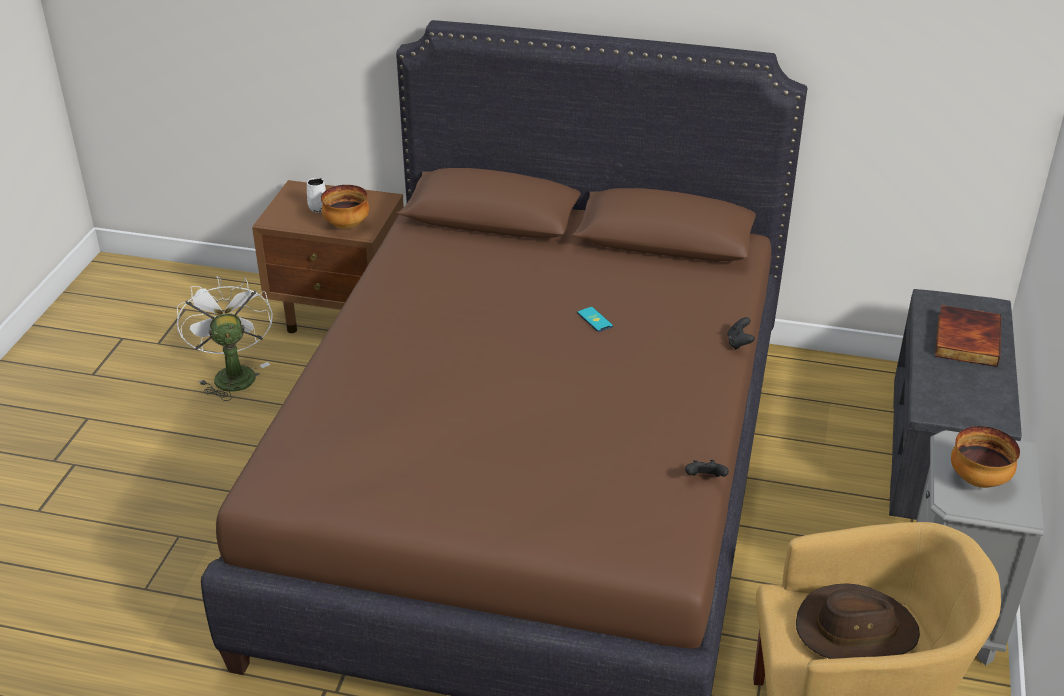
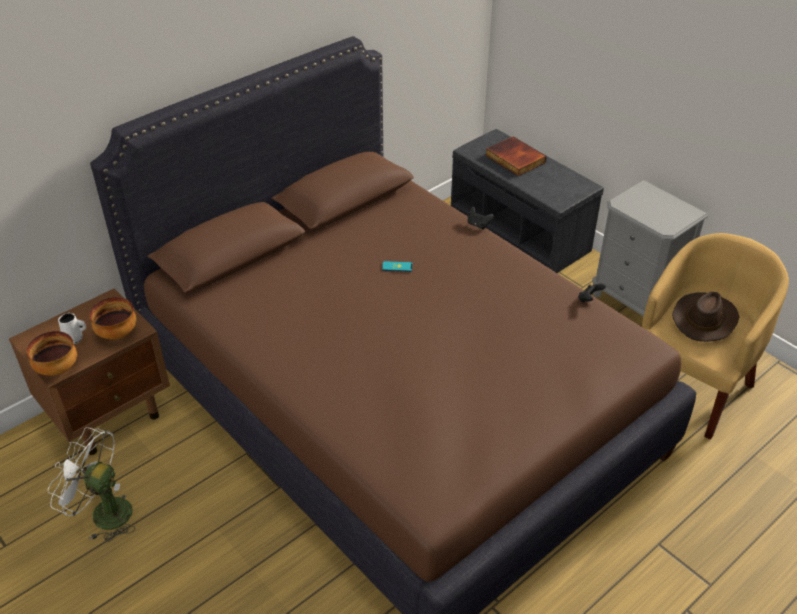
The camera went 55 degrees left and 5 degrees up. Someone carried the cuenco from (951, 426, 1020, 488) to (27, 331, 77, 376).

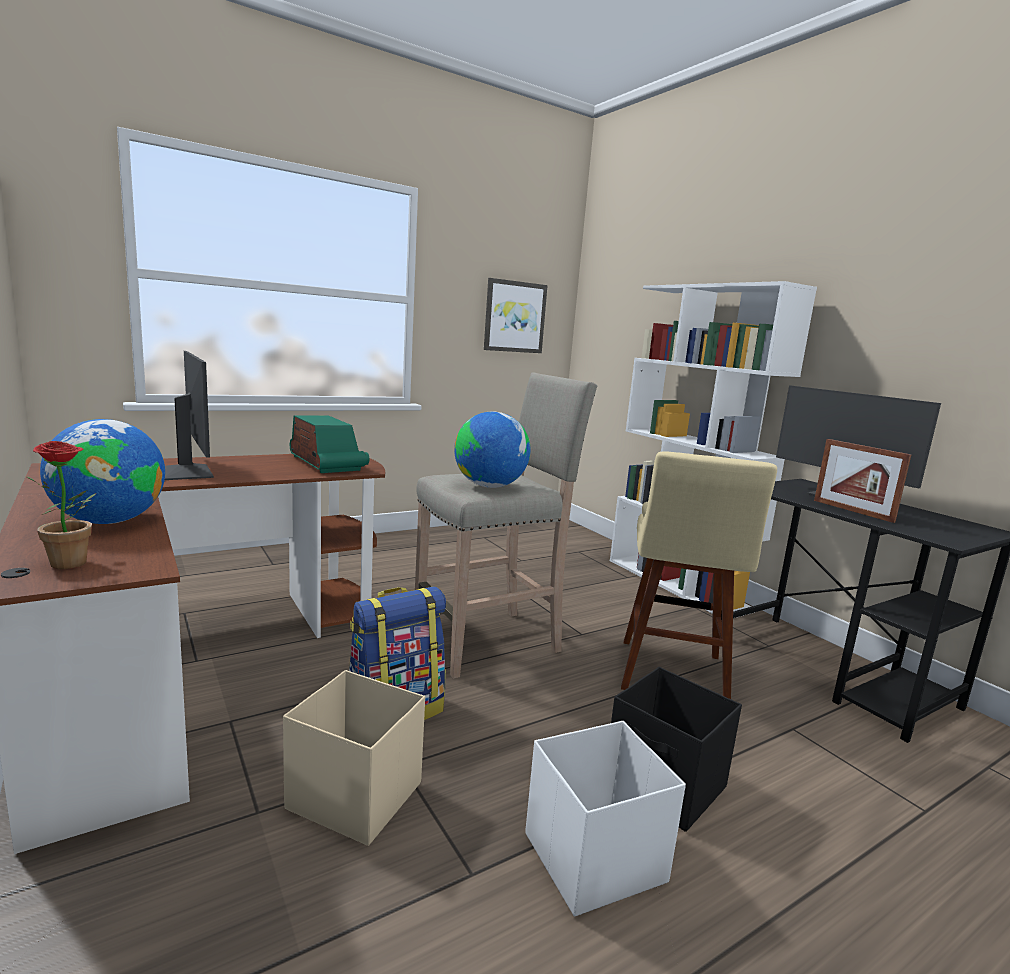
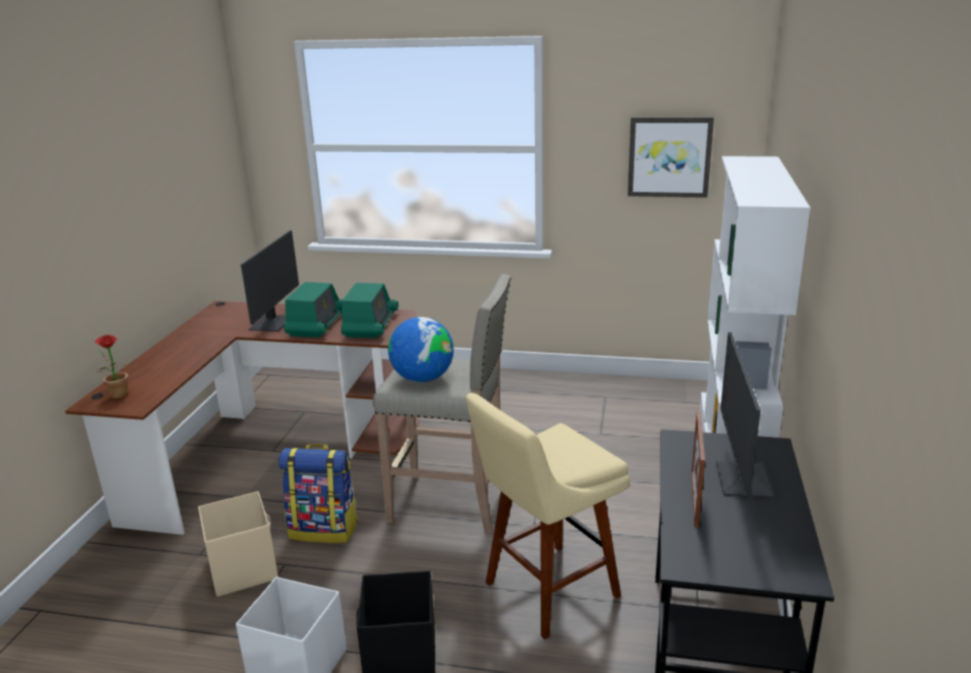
The camera went 45 degrees right and 10 degrees up. Someone took away the globo terráqueo at (40, 419, 165, 524). Someone put down the radio at (284, 282, 342, 338).

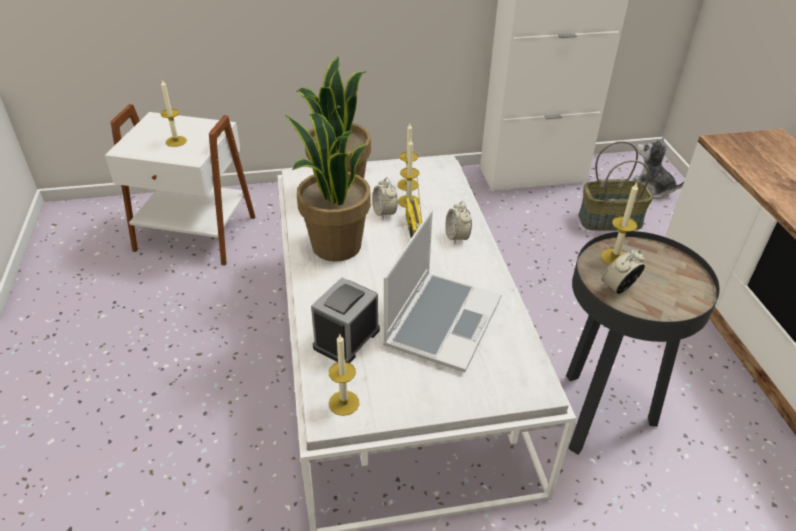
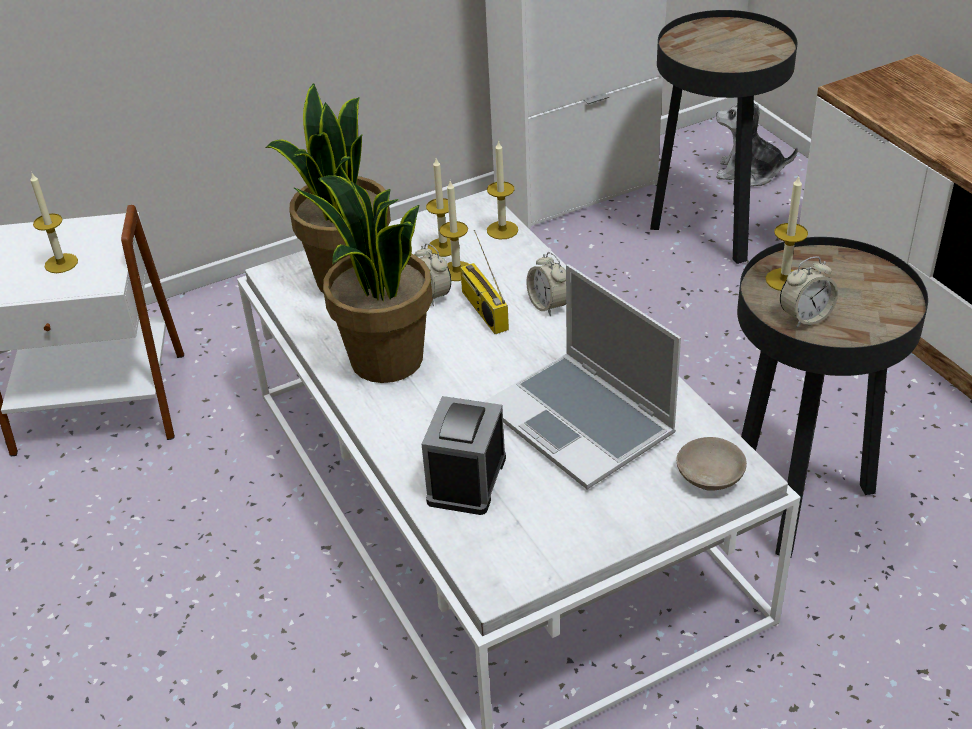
The camera went 15 degrees left and 0 degrees up. Someone carried the vela from (329, 334, 359, 416) to (487, 140, 518, 239). Someone rotated the portátil at (383, 210, 502, 372) by 135 degrees clockwise. Someone swapped the cesta at (579, 141, 653, 231) for the mesa auxiliar/negro at (650, 10, 797, 264). Someone rotated the despertador at (602, 249, 645, 294) by 150 degrees counterclockwise. Someone put down the cuenco/beis at (676, 437, 747, 490).

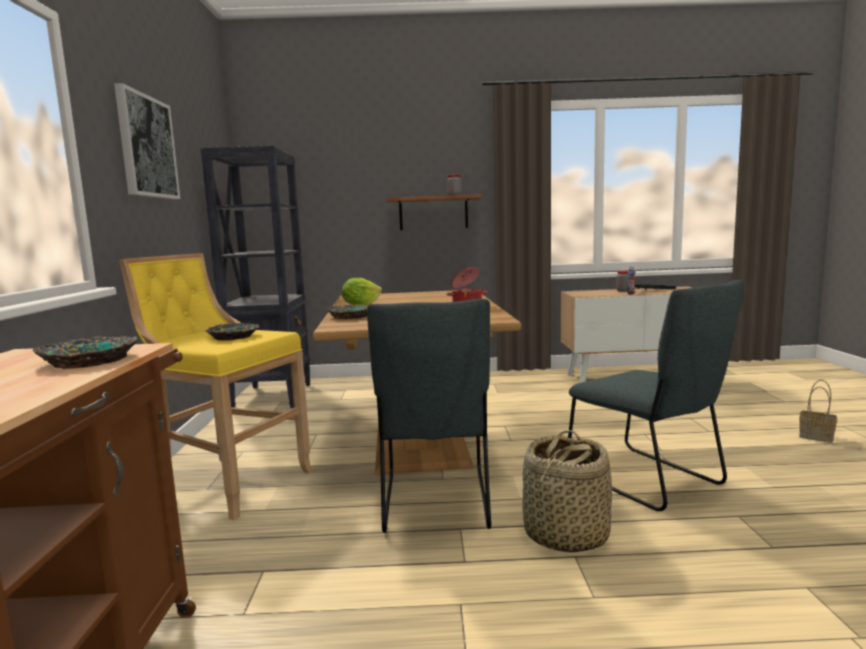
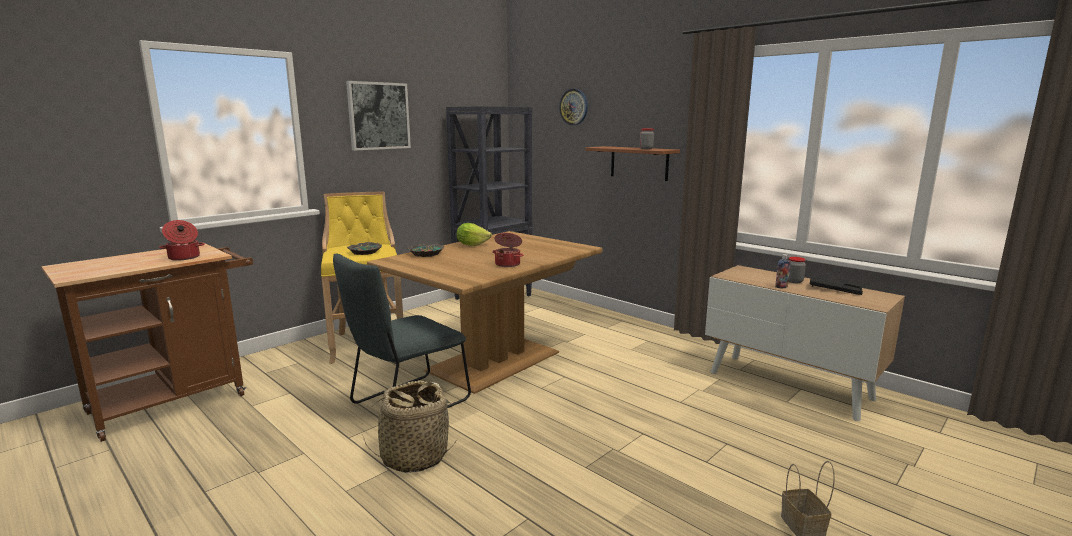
The camera went 45 degrees right and 5 degrees up. Someone swapped the cuenco at (33, 336, 138, 369) for the olla at (159, 220, 205, 261). Someone took away the silla/gris at (568, 280, 744, 511). Someone put up the reloj de pared at (559, 89, 588, 125).

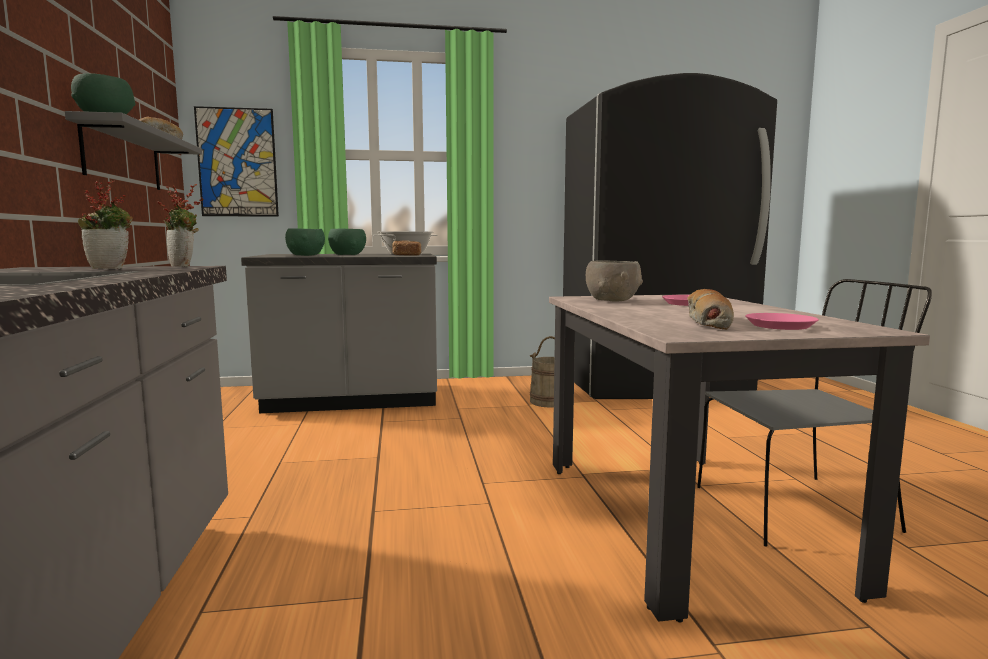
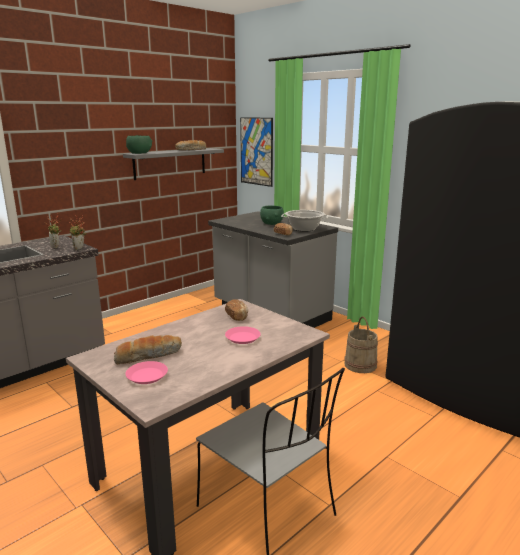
The camera went 55 degrees right and 10 degrees up. Someone took away the cuenco/verde at (285, 228, 325, 256). Someone swapped the cuenco/gris at (586, 260, 643, 301) for the pan at (225, 299, 248, 321).

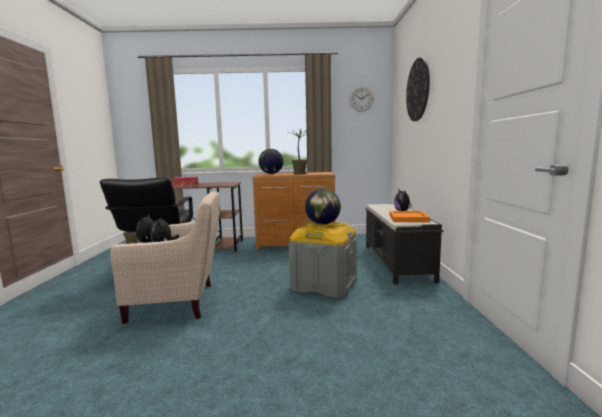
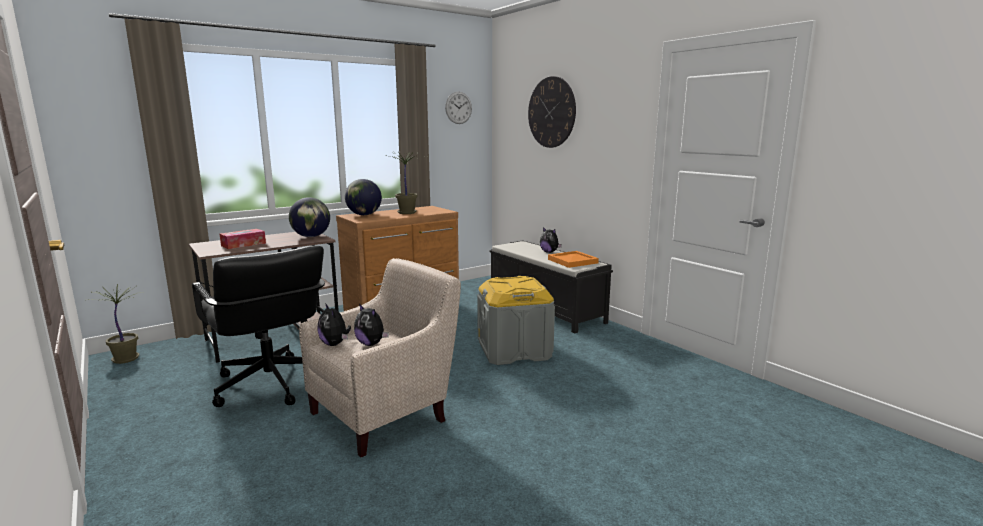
The camera went 35 degrees left and 5 degrees up. Someone carried the globo terráqueo from (305, 189, 341, 225) to (289, 197, 330, 237).

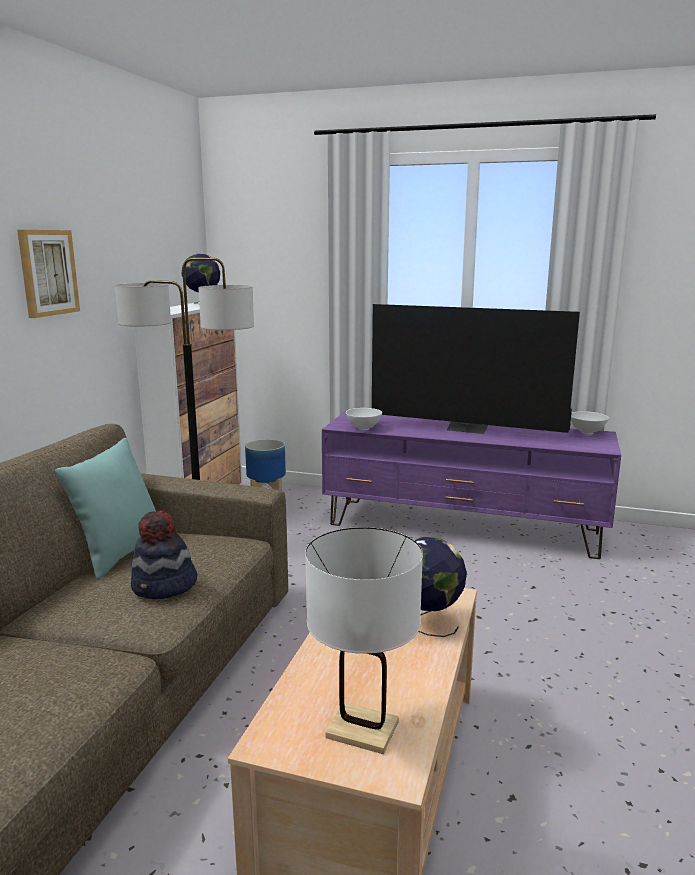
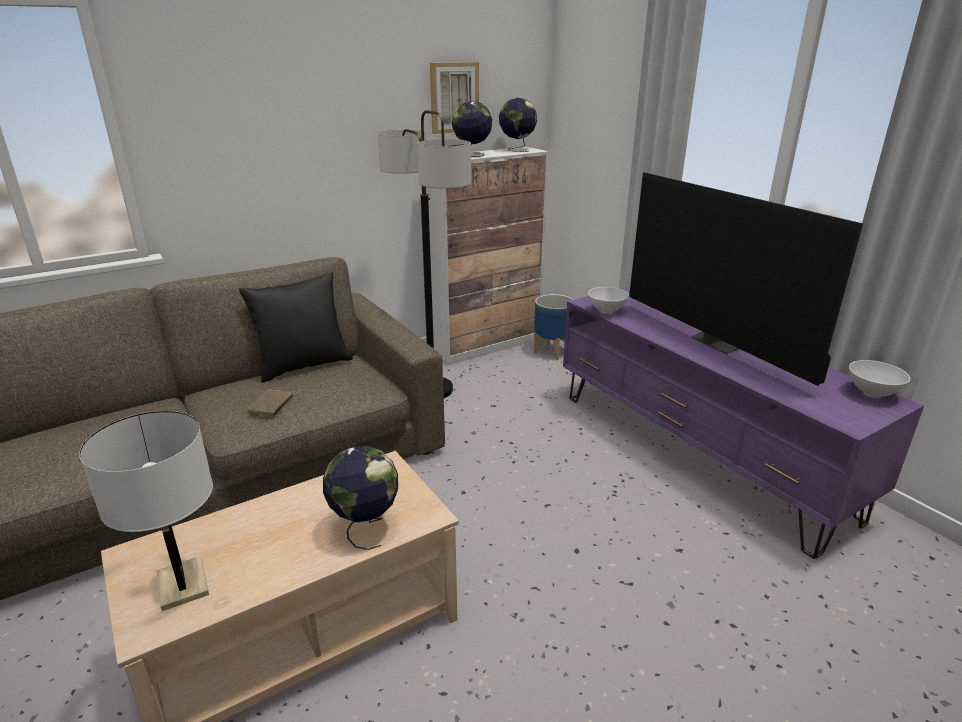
The camera went 40 degrees right and 10 degrees up. Someone carried the cuadro from (17, 230, 80, 318) to (430, 62, 479, 134). Someone repainted the cojín/turquesa at (55, 438, 156, 580), which became the cojín/negro at (239, 272, 353, 383). Someone swapped the sombrero at (131, 510, 197, 599) for the libro/marrón at (247, 389, 301, 417). Someone put down the globo terráqueo at (452, 101, 492, 157).

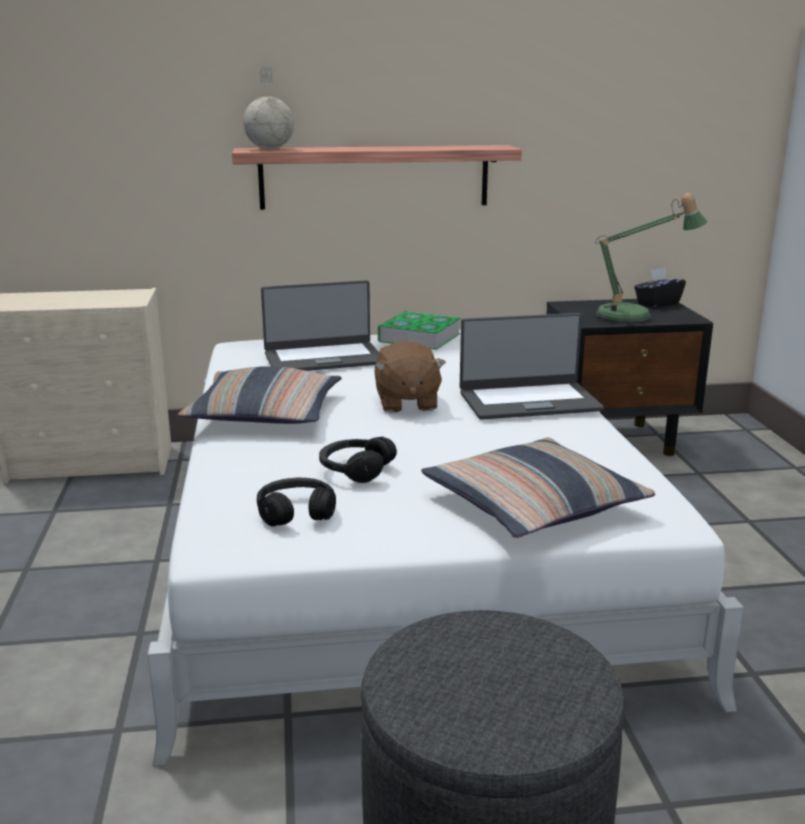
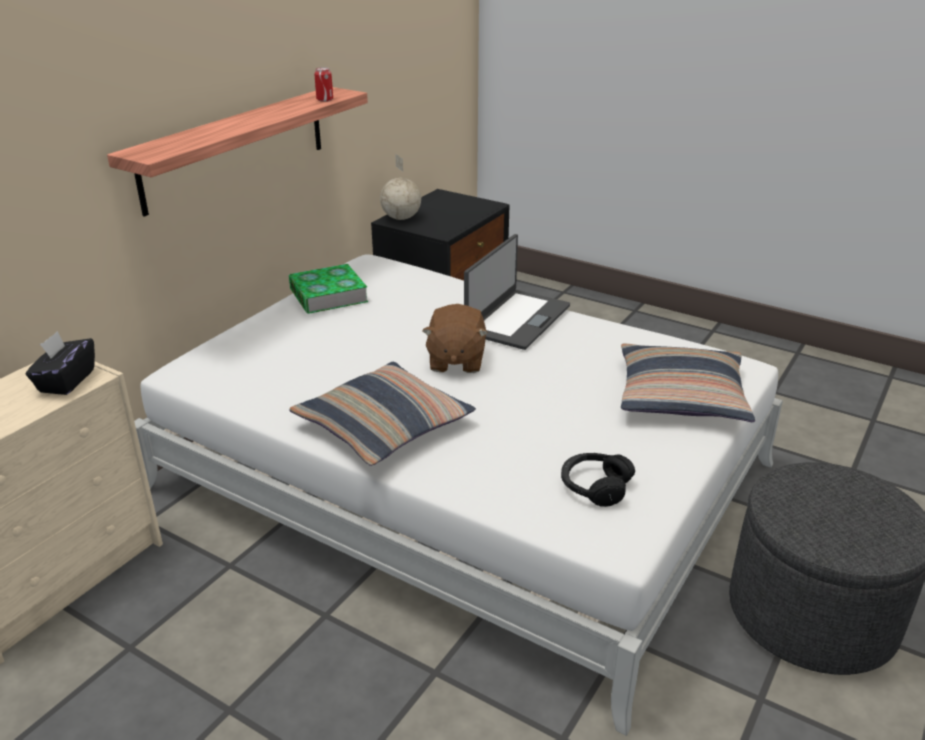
The camera went 50 degrees left and 10 degrees up. Someone carried the globo terráqueo from (243, 66, 294, 149) to (380, 154, 421, 220). Someone took away the portátil at (261, 280, 379, 371). Someone took away the auriculares/negro at (319, 437, 397, 483). Someone rotated the peluche/marrón at (374, 341, 446, 413) by 60 degrees clockwise. Someone took away the lámpara de mesa at (596, 193, 708, 324). Someone carried the caja de pañuelos/negro from (634, 267, 686, 307) to (26, 331, 95, 395). Someone put down the lata at (314, 67, 333, 102).

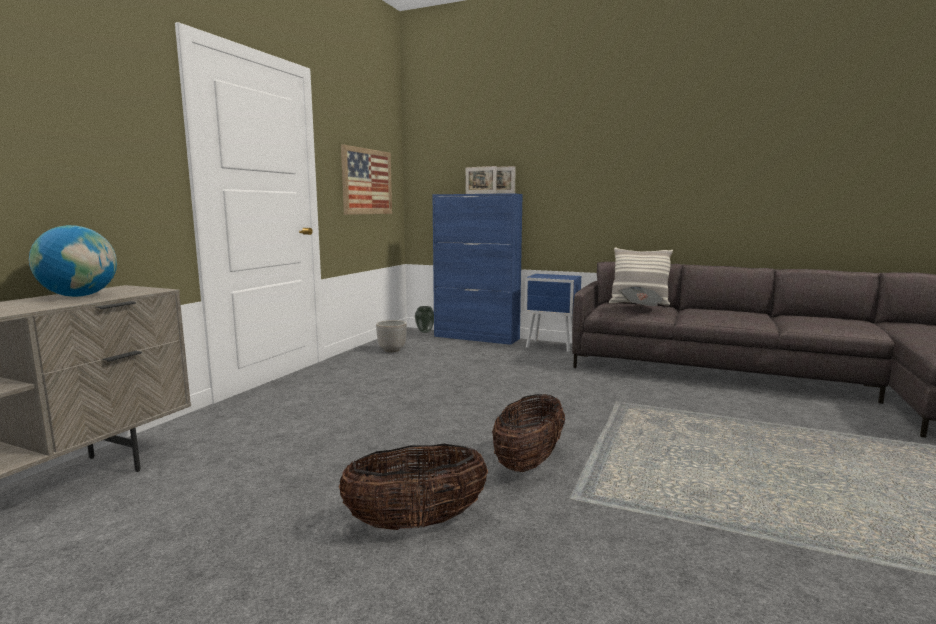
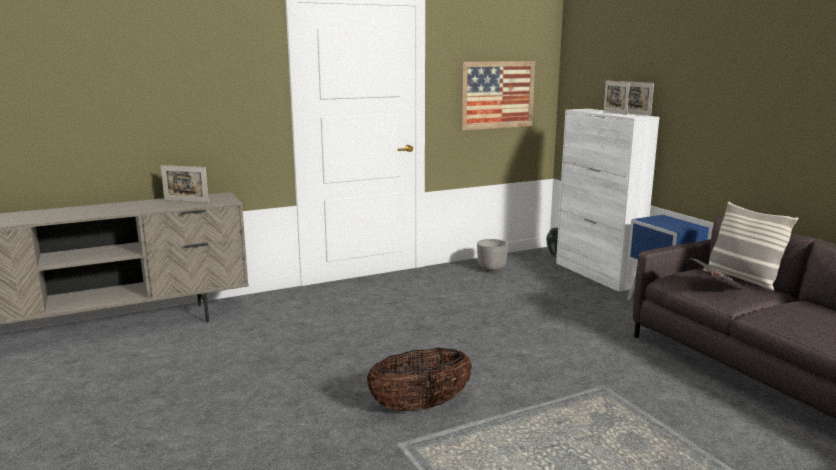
The camera went 40 degrees right and 5 degrees up. Someone swapped the globo terráqueo at (29, 225, 117, 297) for the portarretratos at (160, 165, 209, 202). Someone took away the cesta at (339, 444, 488, 530). Someone repainted the armario/azul at (432, 193, 523, 345), which became the armario/blanco at (556, 109, 659, 292).

